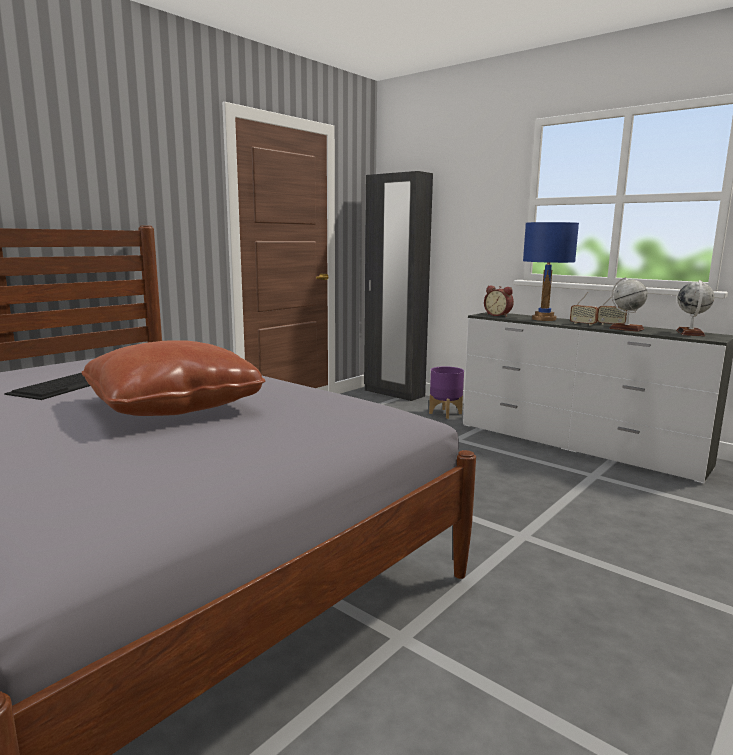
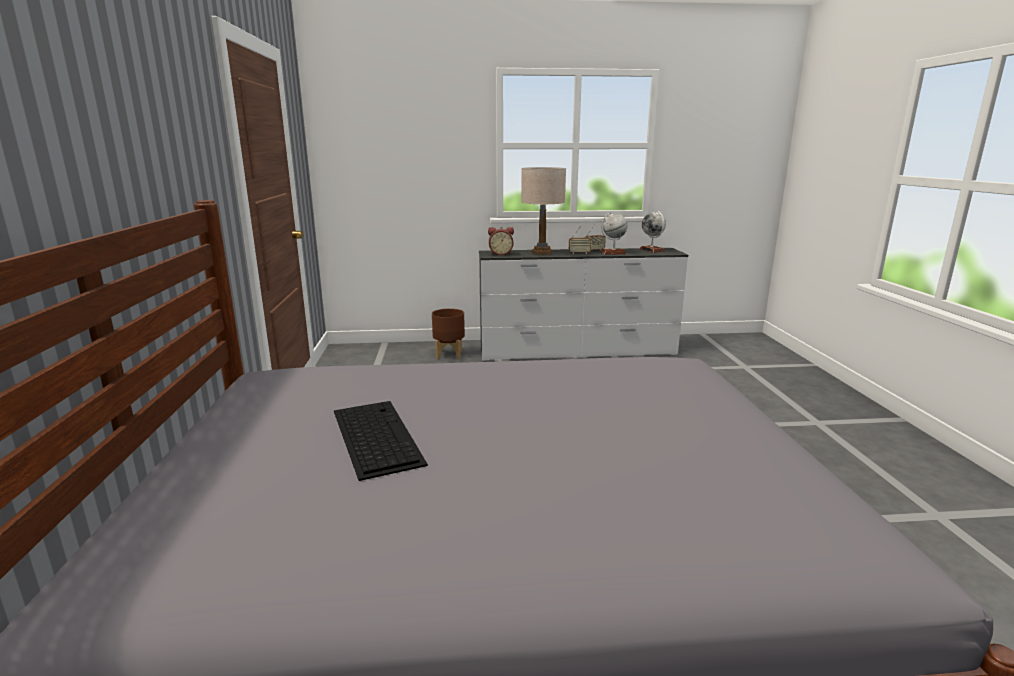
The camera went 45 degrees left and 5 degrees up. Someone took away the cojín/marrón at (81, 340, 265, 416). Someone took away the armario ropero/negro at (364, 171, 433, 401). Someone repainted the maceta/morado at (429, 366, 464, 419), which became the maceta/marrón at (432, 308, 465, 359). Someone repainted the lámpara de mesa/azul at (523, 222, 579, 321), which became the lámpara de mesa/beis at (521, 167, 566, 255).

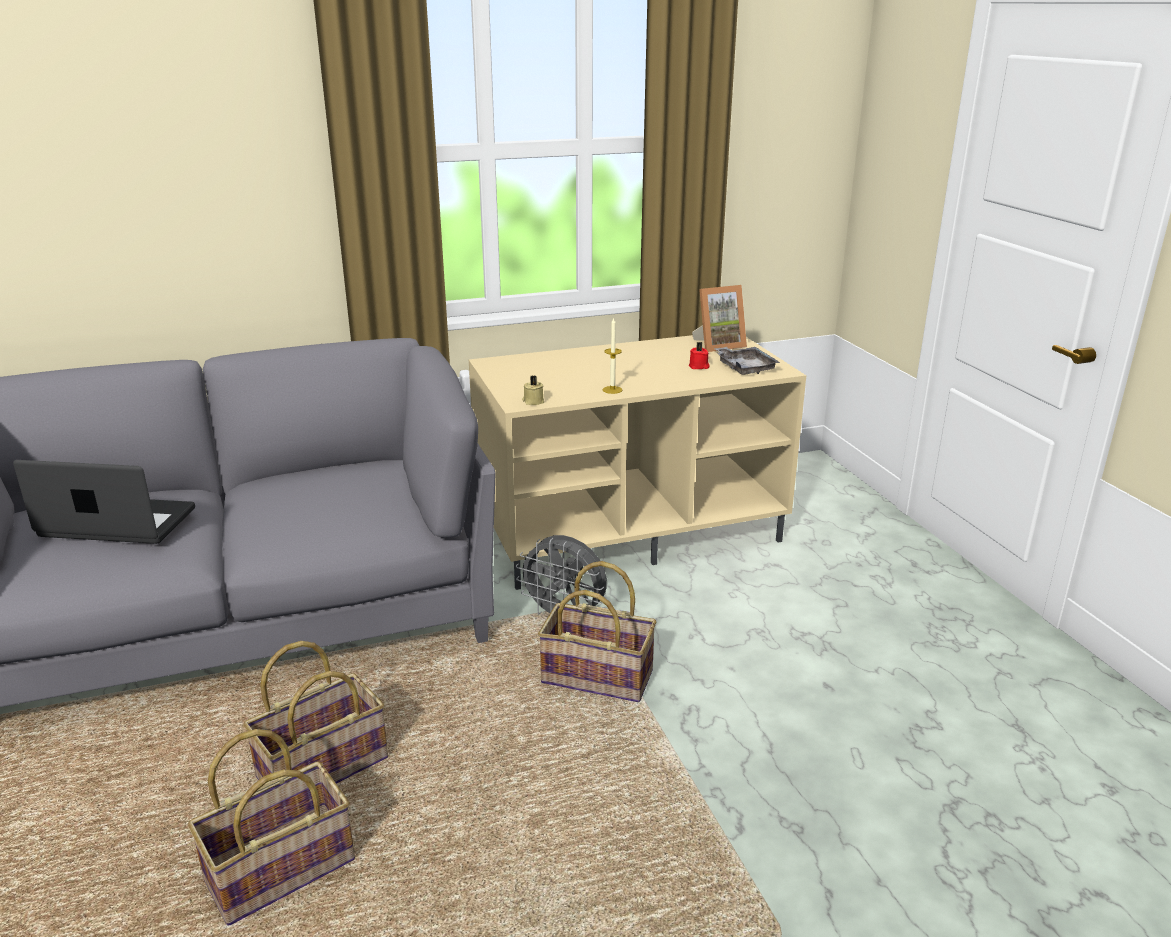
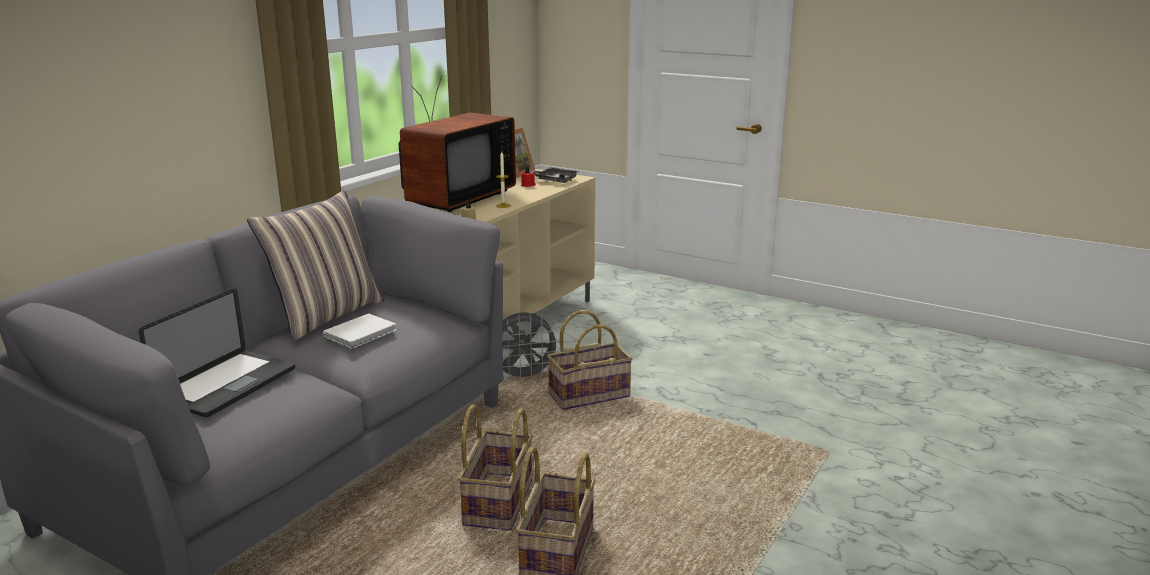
The camera went 40 degrees left and 5 degrees down. Someone rotated the portátil at (13, 460, 195, 544) by 150 degrees clockwise. Someone put down the cojín at (247, 190, 384, 341). Someone put down the libro/blanco at (323, 314, 397, 349). Someone put down the televisor at (399, 76, 516, 212).

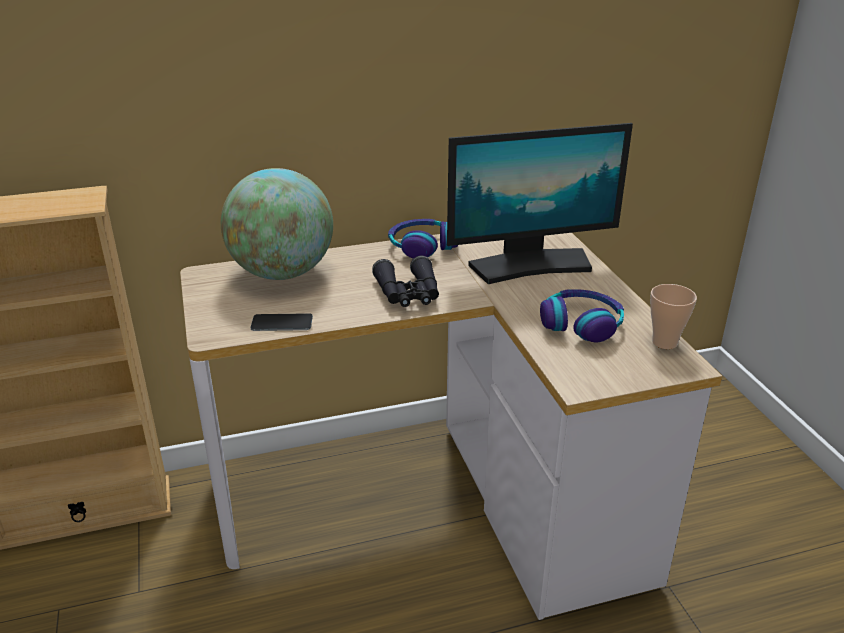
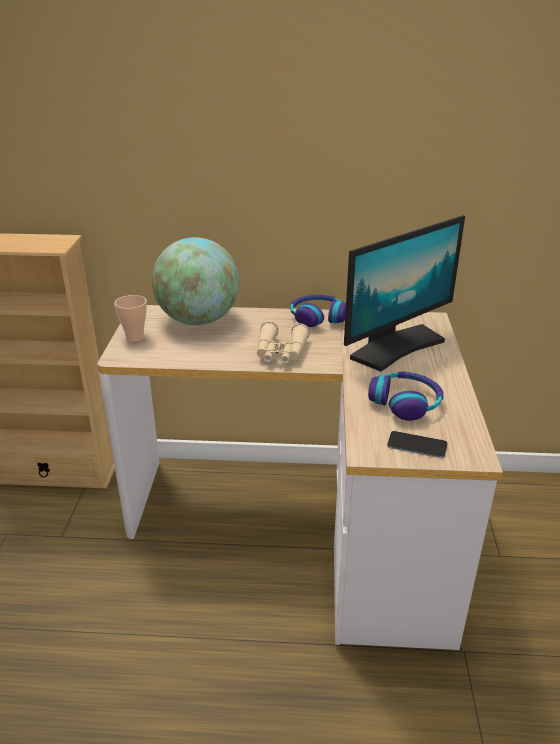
The camera went 20 degrees right and 0 degrees up. Someone carried the móvil from (250, 313, 313, 331) to (387, 431, 447, 458). Someone repainted the prismáticos/negro at (372, 256, 439, 307), which became the prismáticos/beis at (257, 321, 310, 363). Someone rotated the monitor at (447, 123, 633, 284) by 45 degrees counterclockwise. Someone carried the taza from (650, 284, 697, 349) to (114, 295, 147, 342).

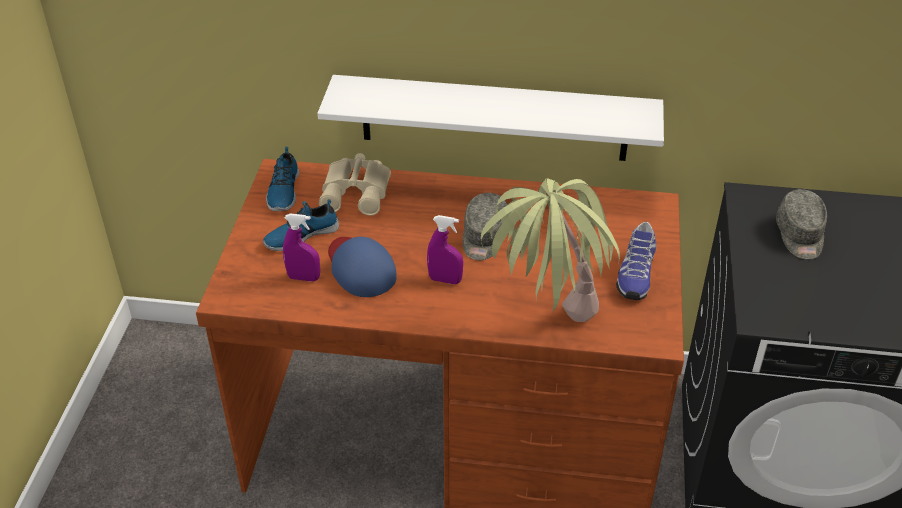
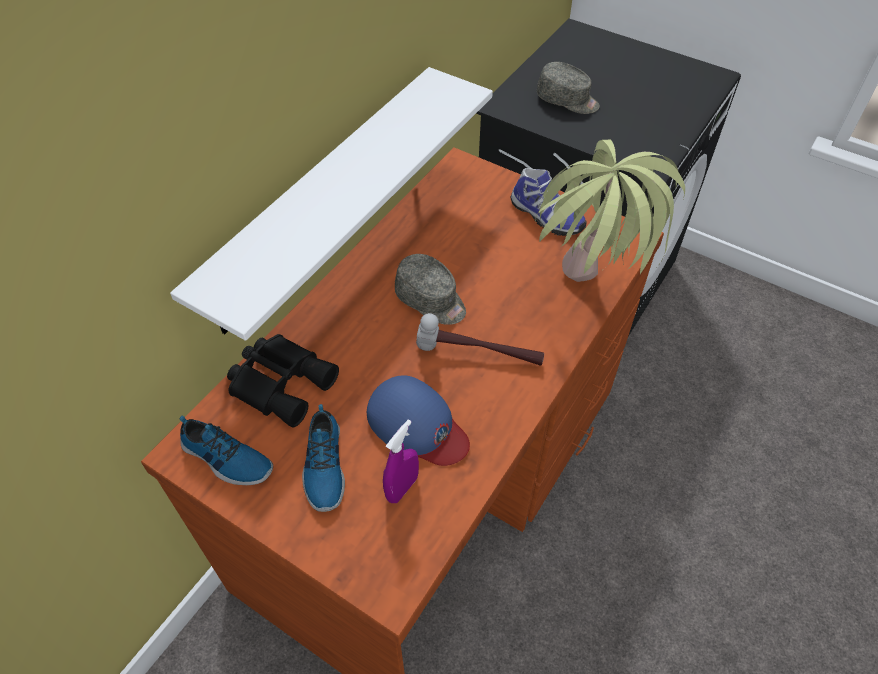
The camera went 65 degrees left and 10 degrees up. Someone repainted the prismáticos/beis at (319, 153, 391, 216), which became the prismáticos/negro at (227, 334, 339, 428). Someone rotated the gorra/azul at (328, 237, 397, 297) by 135 degrees counterclockwise. Someone swapped the pulverizador/morado at (427, 215, 463, 284) for the martillo at (416, 313, 544, 366).

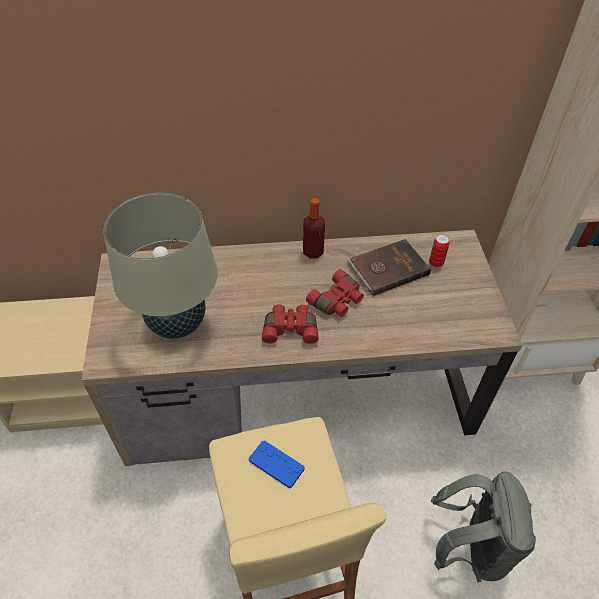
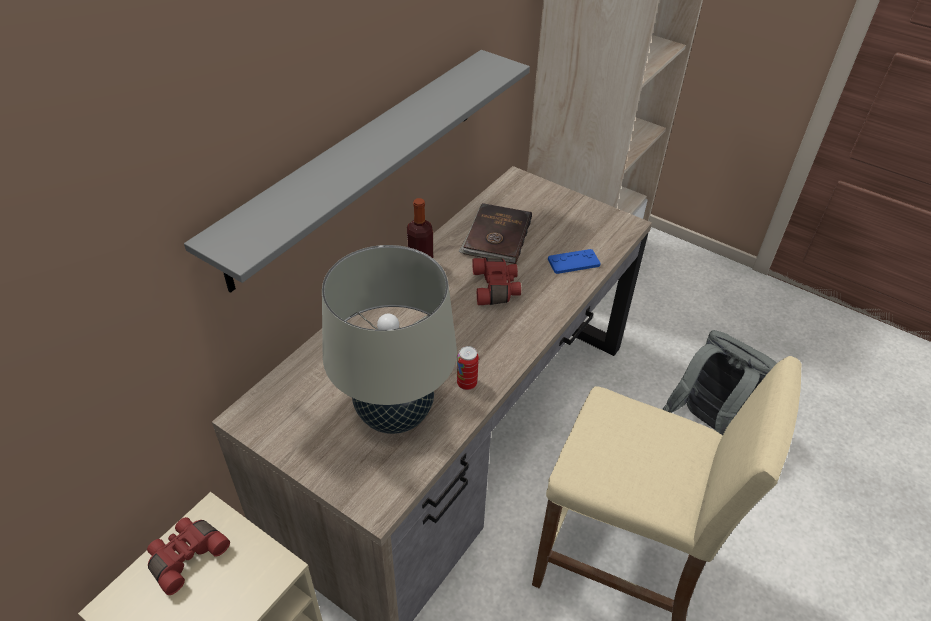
The camera went 50 degrees left and 5 degrees down. Someone carried the mando de consola/azul from (249, 440, 305, 488) to (548, 249, 601, 274). Someone carried the prismáticos/rojo from (262, 304, 319, 344) to (147, 517, 230, 595). Someone carried the lata from (429, 234, 450, 267) to (457, 346, 479, 390). Someone put up the estante/gris at (184, 50, 530, 293).

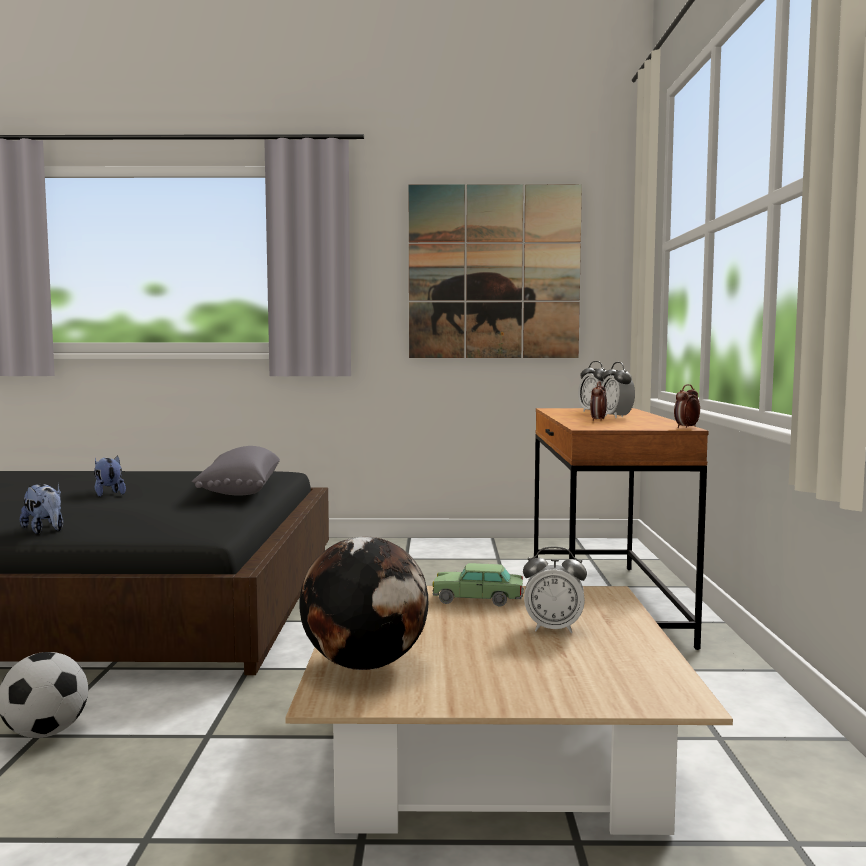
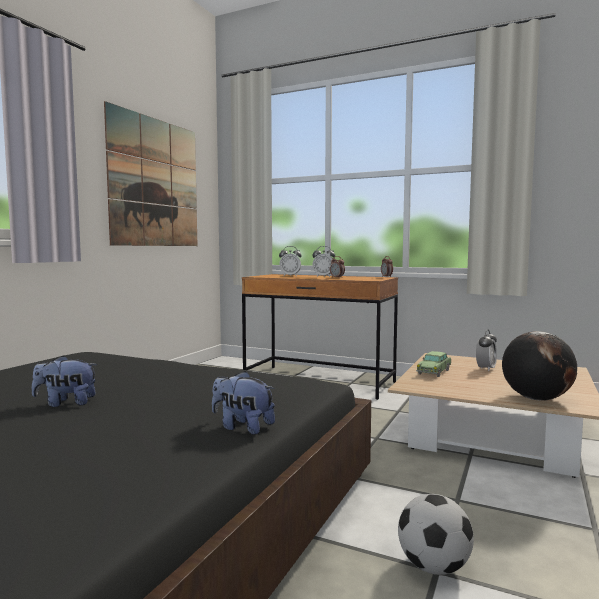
The camera went 65 degrees left and 0 degrees up. Someone rotated the peluche at (20, 484, 63, 534) by 135 degrees counterclockwise. Someone took away the cojín/gris at (192, 446, 280, 496).

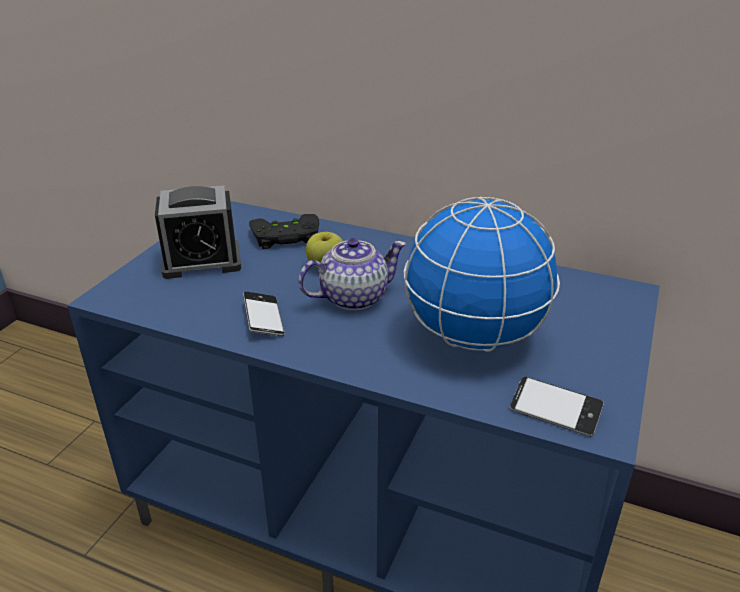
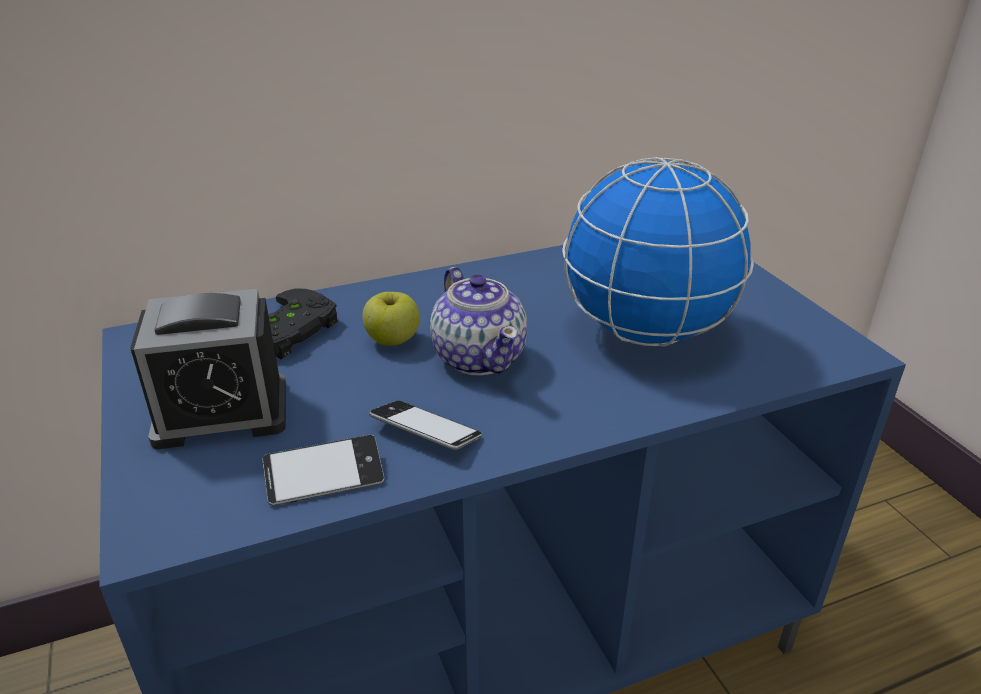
The camera went 45 degrees left and 0 degrees up. Someone rotated the despertador at (155, 185, 241, 279) by 45 degrees clockwise. Someone rotated the tetera at (298, 238, 406, 310) by 135 degrees clockwise. Someone carried the móvil from (510, 376, 604, 436) to (262, 435, 385, 506).

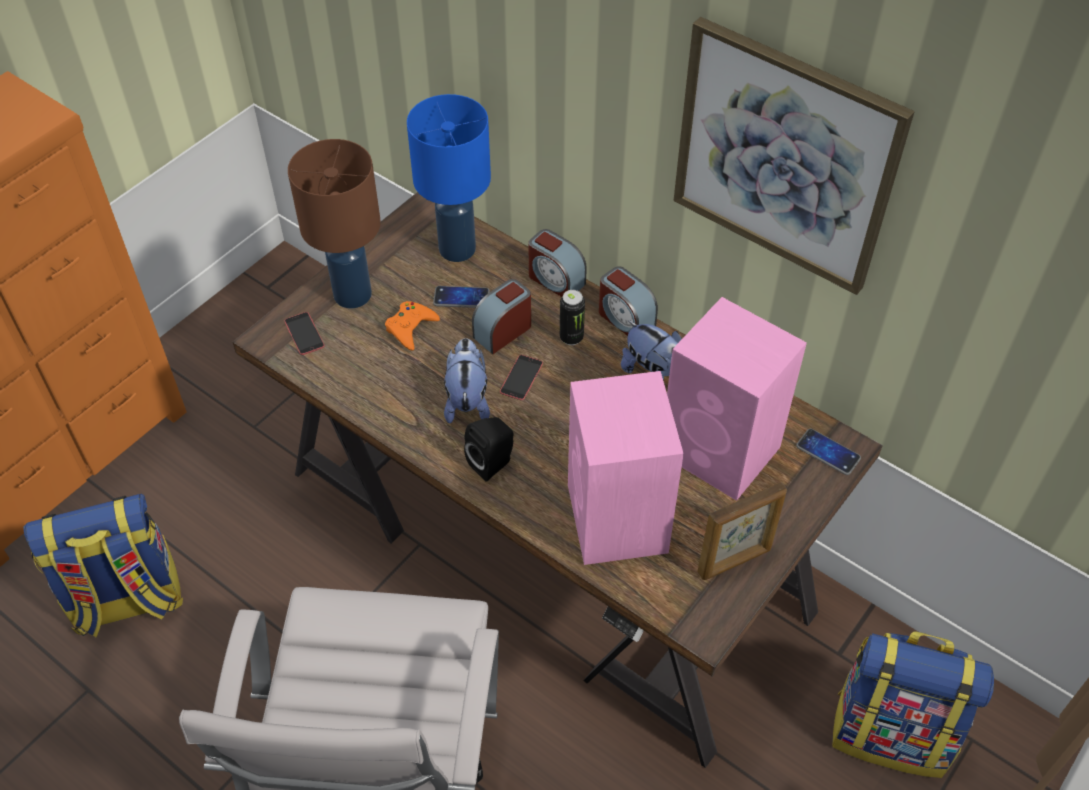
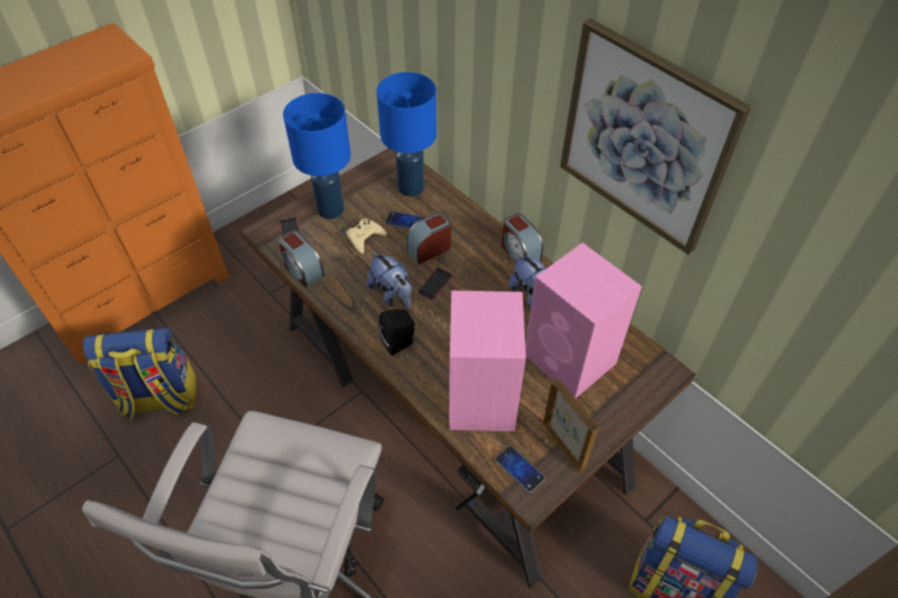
The camera went 10 degrees right and 0 degrees up. Someone repainted the lámpara de mesa/marrón at (288, 139, 381, 308), which became the lámpara de mesa/azul at (283, 93, 351, 219). Someone repainted the mando de consola/naranja at (385, 301, 440, 351), which became the mando de consola/beis at (346, 219, 387, 254). Someone rotated the peluche at (444, 338, 490, 424) by 135 degrees clockwise. Someone carried the despertador from (528, 229, 587, 297) to (279, 230, 324, 287). Someone took away the lata at (560, 290, 585, 345). Someone rotated the portarretratos at (697, 482, 787, 580) by 105 degrees counterclockwise. Someone carried the móvil from (796, 429, 861, 475) to (495, 445, 545, 493).

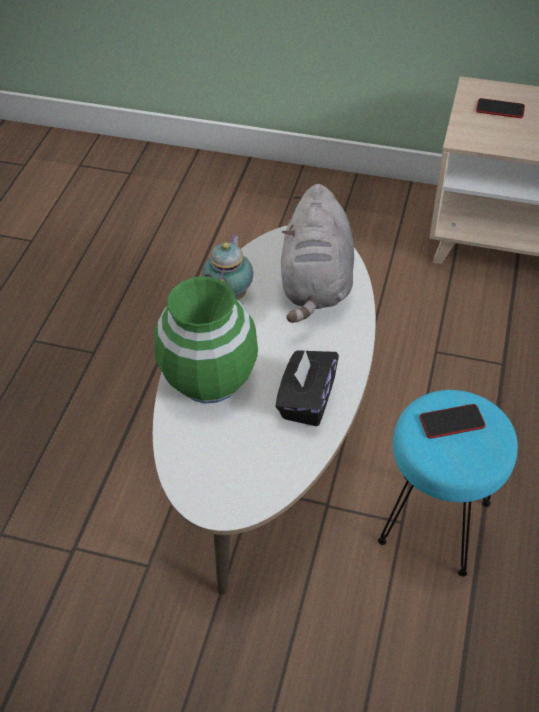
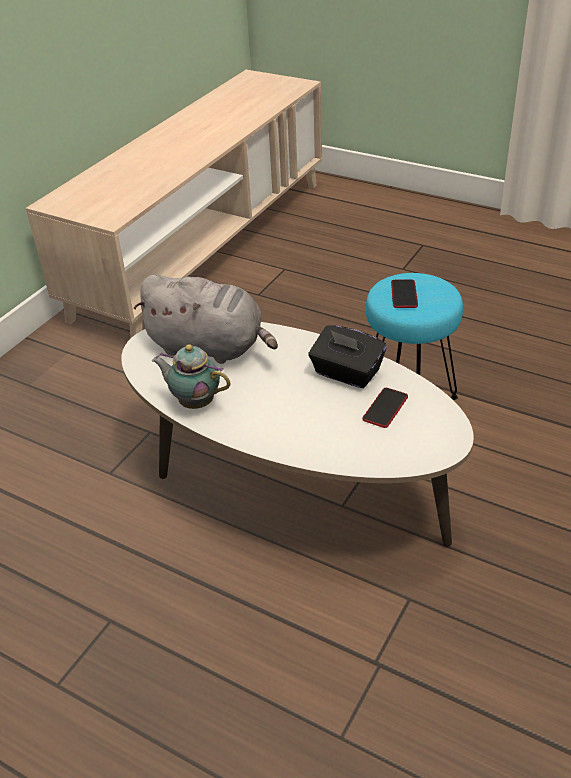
The camera went 75 degrees left and 10 degrees down. Someone took away the florero/verde at (154, 276, 258, 404). Someone carried the móvil from (476, 98, 525, 118) to (362, 388, 408, 428).

